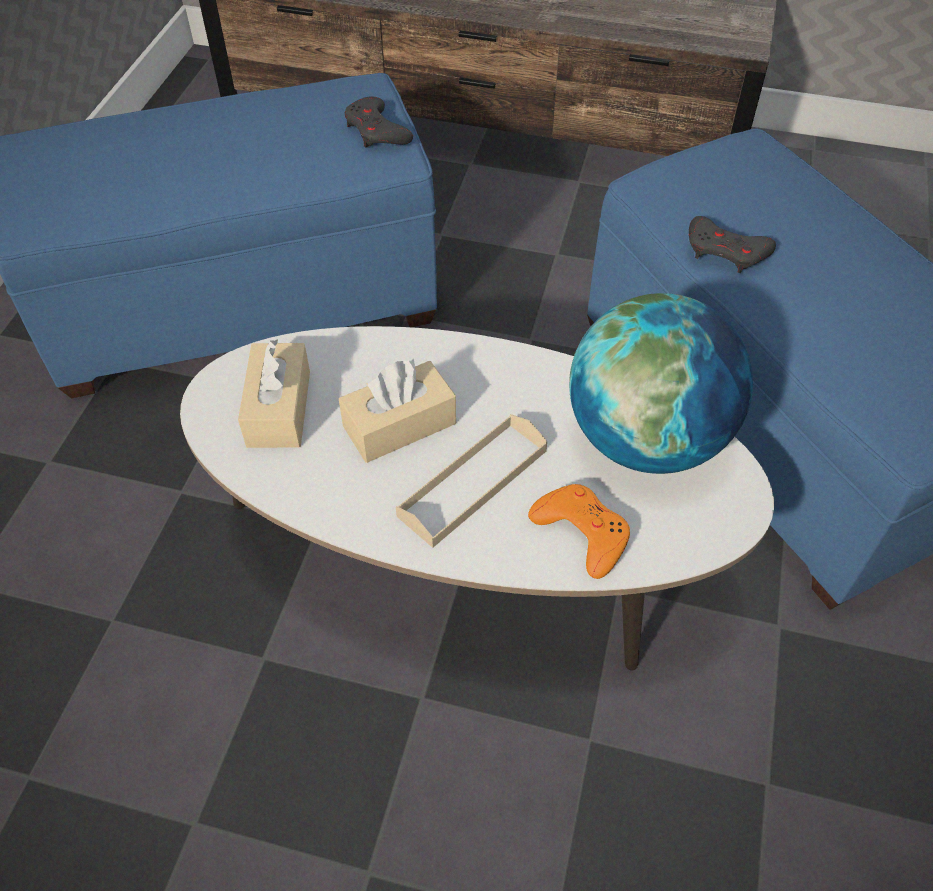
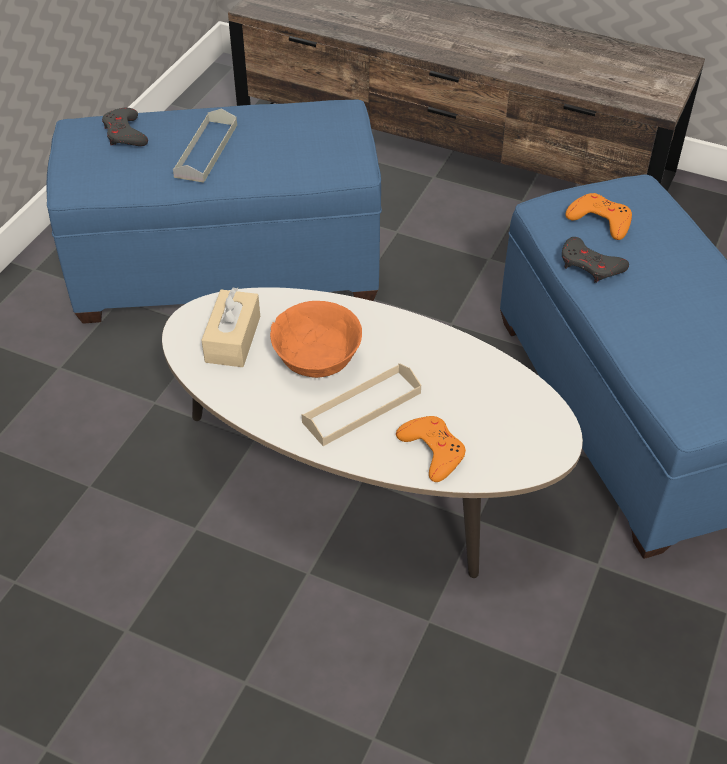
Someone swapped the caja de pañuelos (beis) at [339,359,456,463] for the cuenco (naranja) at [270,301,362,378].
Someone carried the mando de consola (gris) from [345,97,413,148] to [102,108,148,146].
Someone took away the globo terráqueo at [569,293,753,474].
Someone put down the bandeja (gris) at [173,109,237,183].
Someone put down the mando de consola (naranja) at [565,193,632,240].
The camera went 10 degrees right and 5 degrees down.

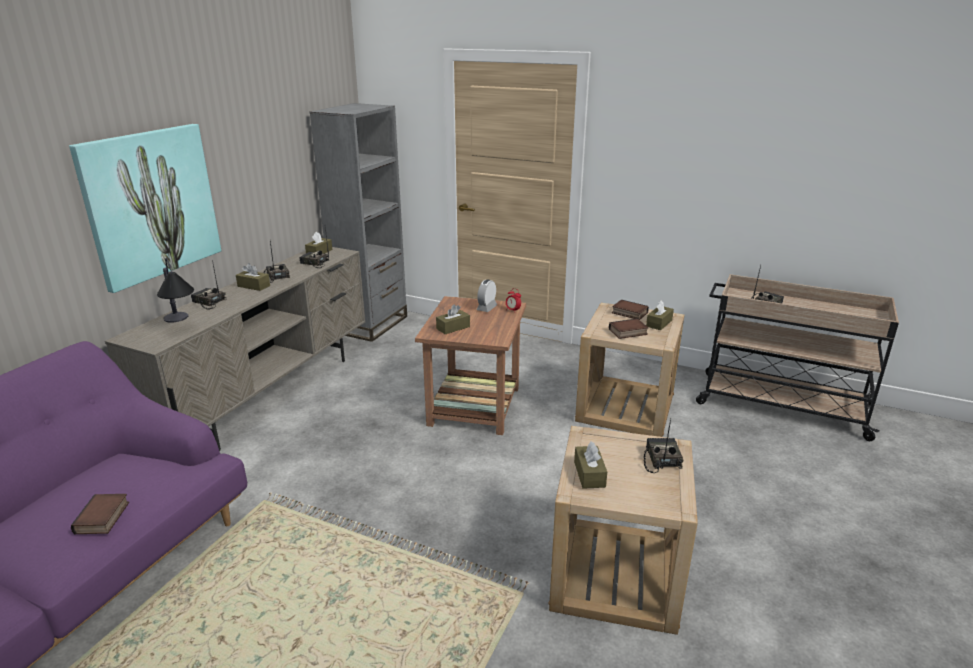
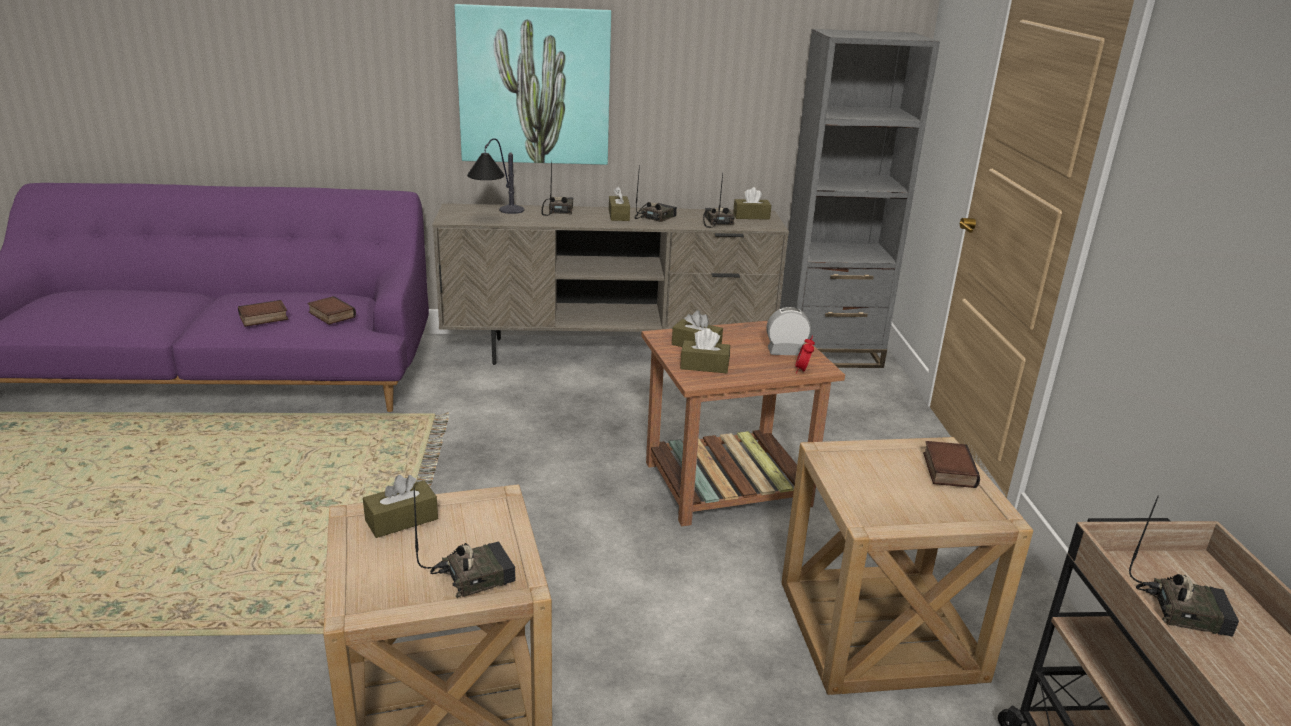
Someone carried the libro from [609,319,649,339] to [307,296,356,325].
Someone carried the caja de pañuelos (marrón) from [646,300,674,330] to [680,328,730,373].
The camera went 60 degrees right and 0 degrees up.

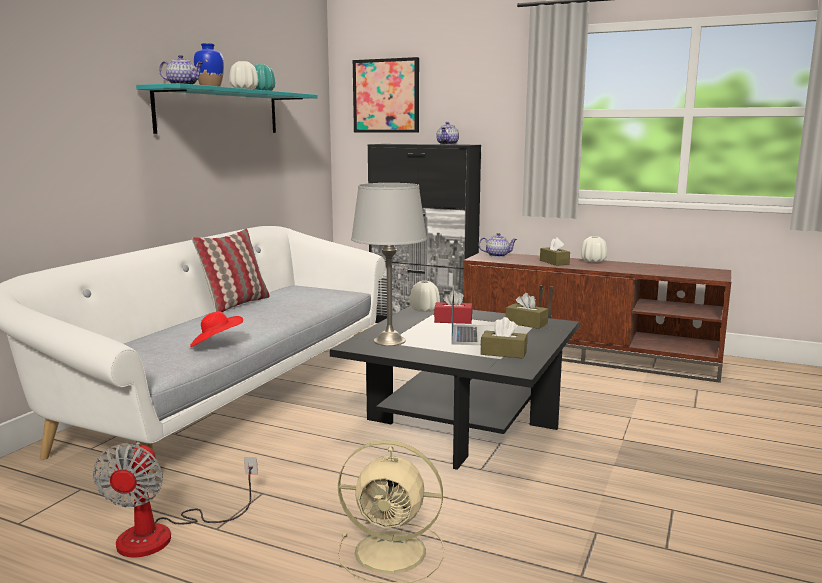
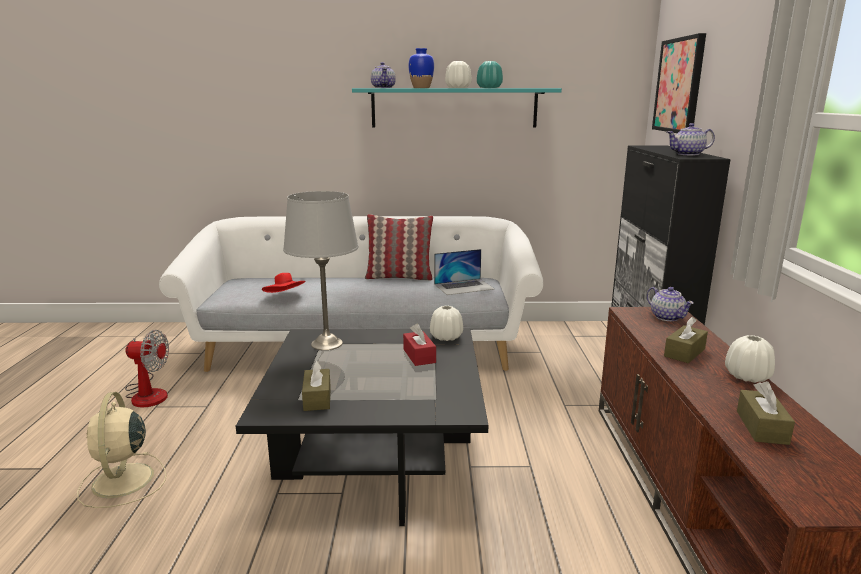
Someone rotated the ventilador at [93,442,258,558] by 150 degrees counterclockwise.
Someone carried the portátil from [451,286,495,345] to [434,249,495,295].
Someone carried the caja de pañuelos (marrón) from [506,293,548,329] to [737,381,795,445].
The camera went 65 degrees right and 5 degrees up.

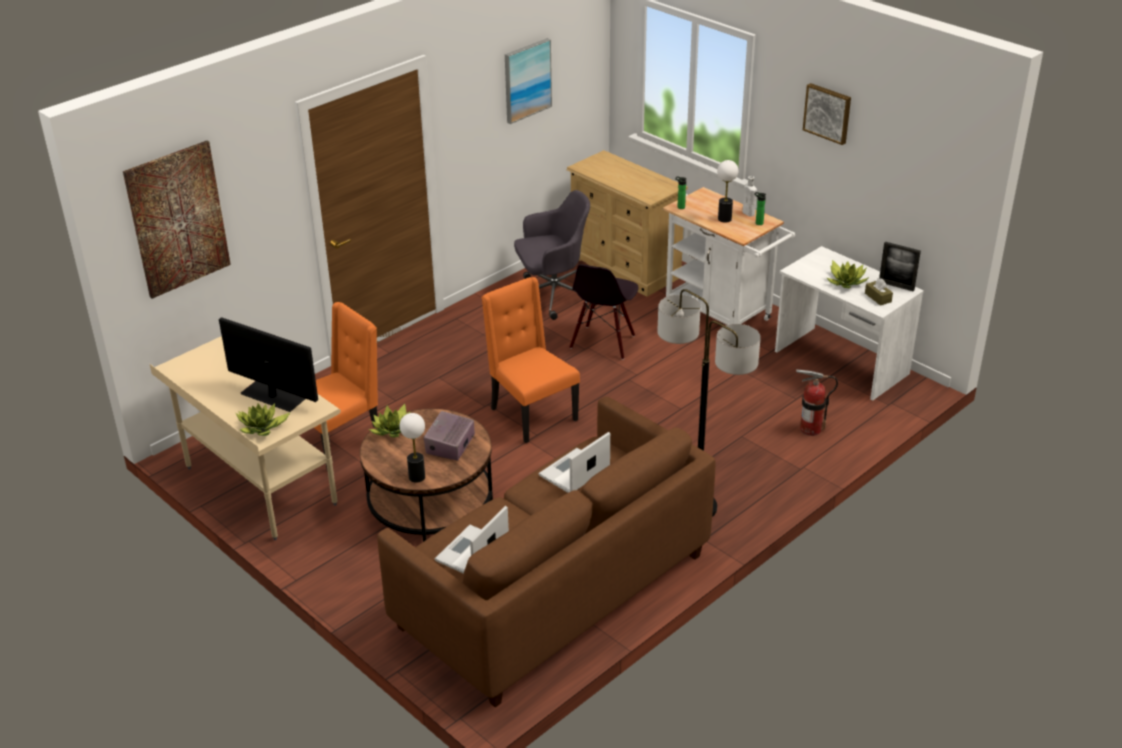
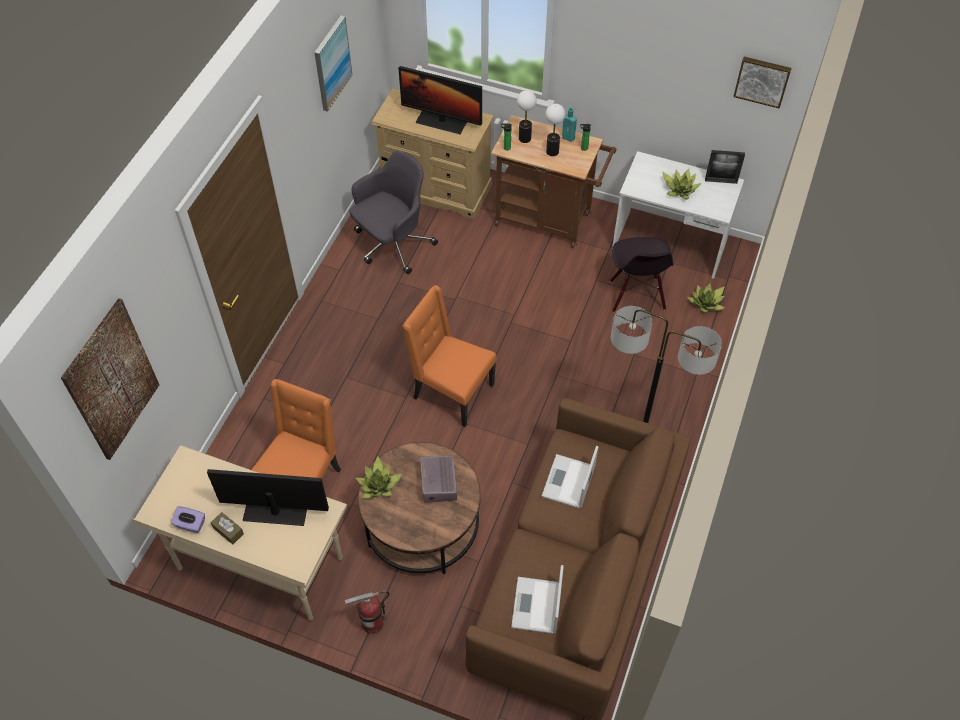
Someone carried the planta en maceta from [236,403,291,436] to [688,283,725,313].
Someone carried the lámpara de mesa from [400,413,425,483] to [517,90,537,143].
Someone carried the silla (negro) from [570,264,638,360] to [610,237,673,312].
Someone repainted the carrito (blanco) at [663,187,795,325], which became the carrito (marrón) at [491,115,617,248].
Someone repainted the botella (blanco) at [743,176,757,216], which became the botella (turquesa) at [562,108,577,142].
Someone carried the extintor from [796,369,838,436] to [345,590,390,634].
Someone carried the cuadro from [803,83,851,145] to [733,57,792,109].
Someone carried the caja de pañuelos (marrón) from [865,278,893,306] to [211,512,244,545].
Someone put down the caja de pañuelos (morado) at [171,506,205,533].
Someone put down the monitor at [399,66,482,134].
The camera went 25 degrees left and 20 degrees up.

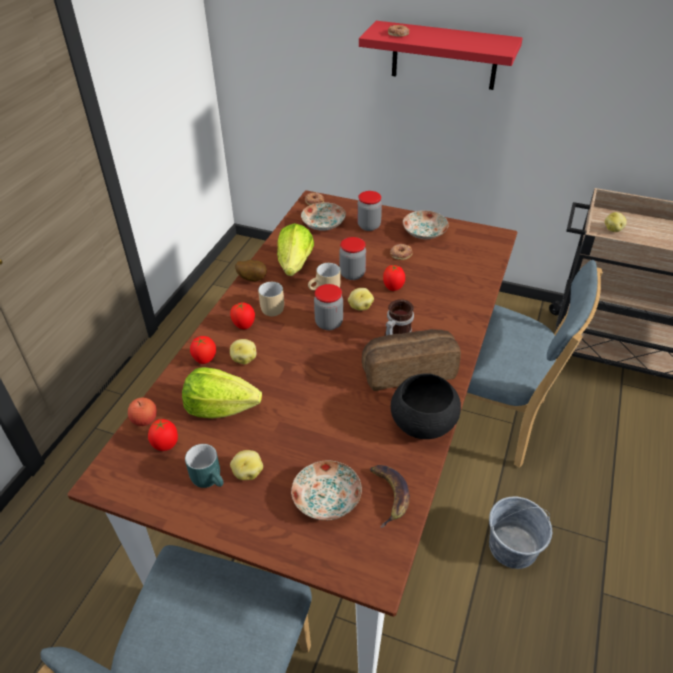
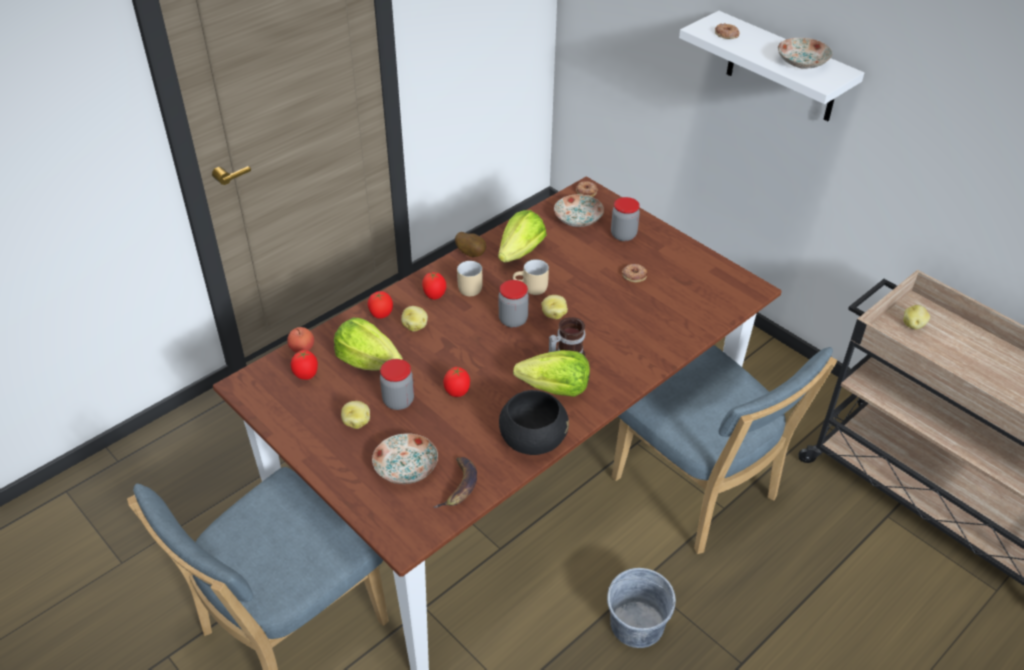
Someone took away the taza grande (turquesa) at [185,444,224,488].
Someone carried the tarro from [339,237,366,280] to [380,359,414,410].
Someone repainted the estante (rojo) at [359,21,523,90], which became the estante (blanco) at [679,11,864,121].
Someone swapped the pan at [362,329,461,391] for the lechuga at [513,350,590,397].
Someone carried the tomate from [383,264,405,291] to [443,367,470,397].
Someone carried the plato from [403,210,449,239] to [778,38,832,69].
The camera went 25 degrees right and 0 degrees up.

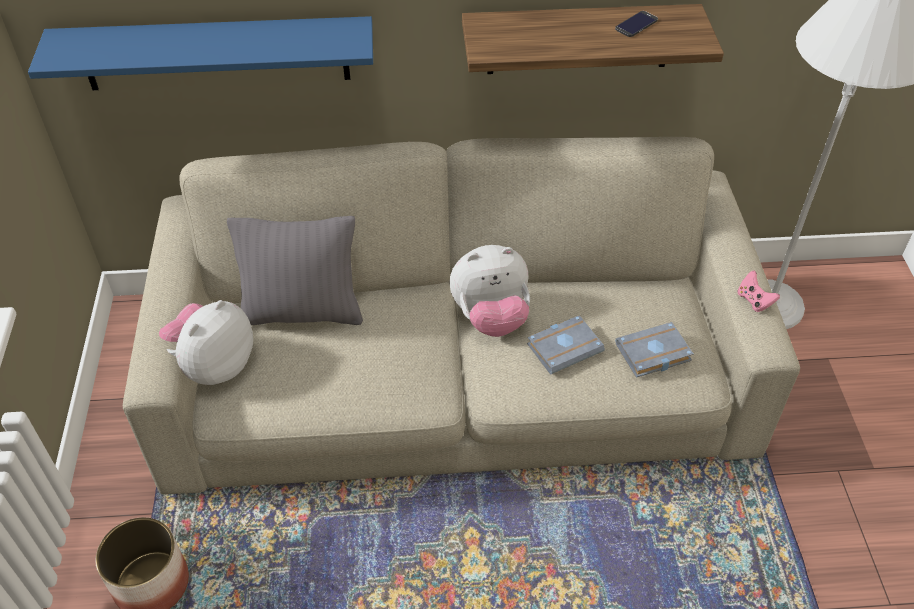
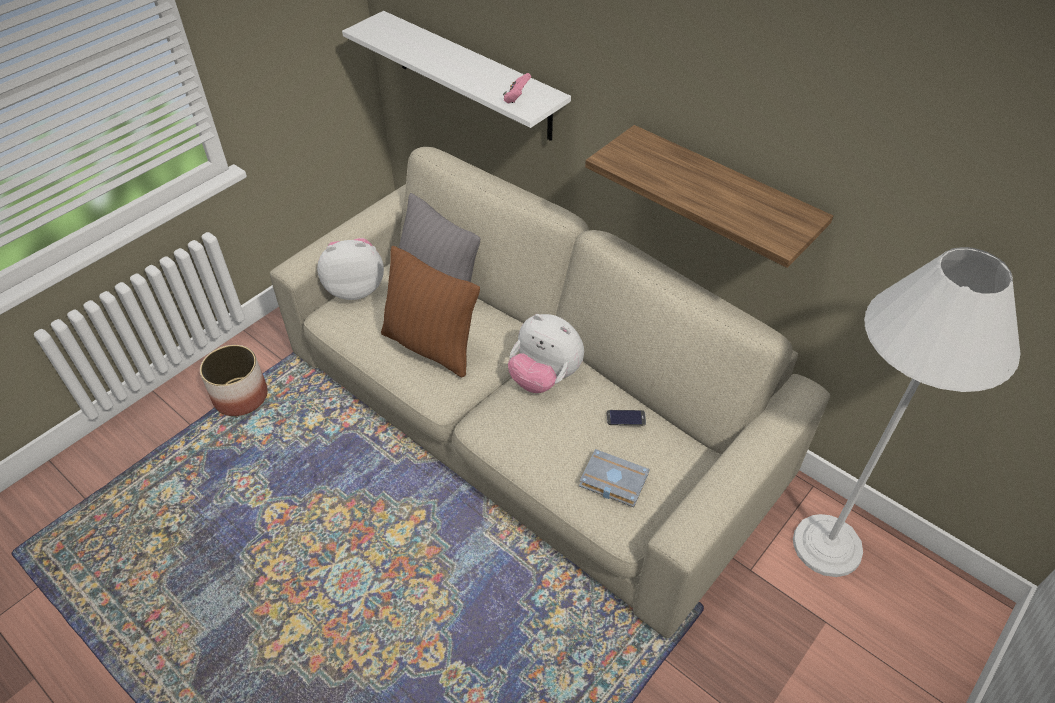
Someone repainted the estante (azul) at [28,16,373,90], which became the estante (blanco) at [342,11,571,141].
Someone took away the libro (gris) at [527,315,605,375].
Someone carried the móvil from [615,11,658,37] to [607,410,646,426].
Someone carried the mando de consola (rosa) from [737,271,780,312] to [503,73,531,103].
Someone put down the cojín (marrón) at [381,246,480,377].
The camera went 45 degrees right and 0 degrees up.

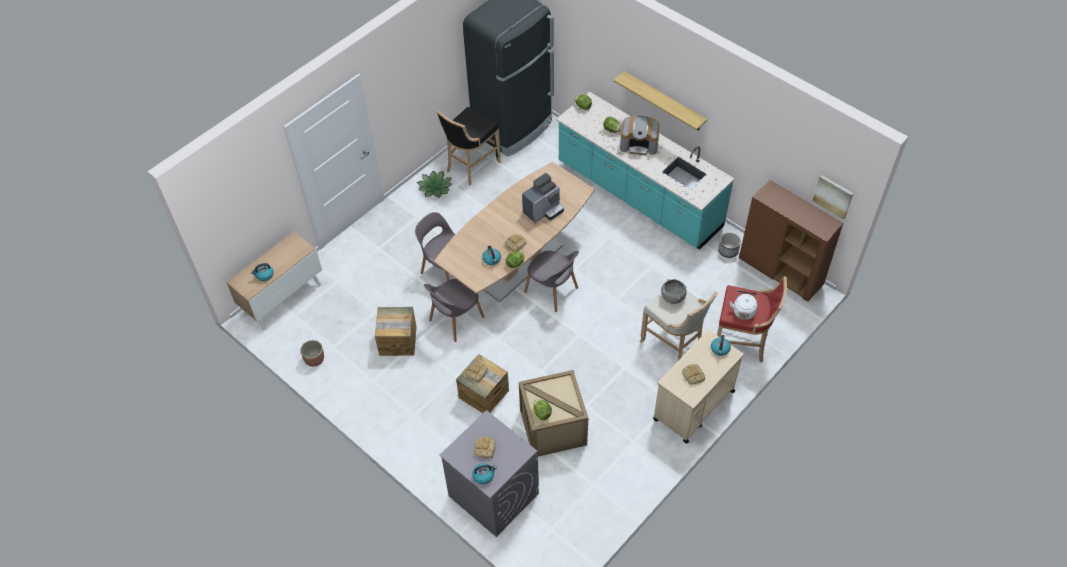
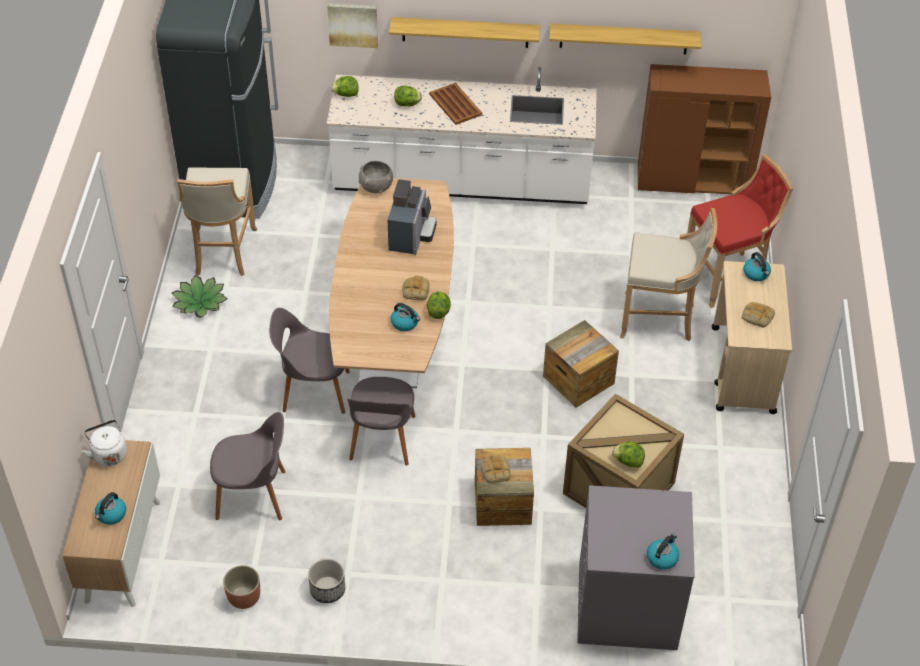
Someone carried the caja de embalaje from [375,307,417,356] to [543,320,619,408].
Someone repainted the taburete (negro) at [437,107,501,185], which became the taburete (beis) at [177,167,257,276].
Someone took away the pan at [474,437,496,459].
Someone carried the silla (gris) from [524,251,579,312] to [210,412,286,520].
Someone repainted the mueble bajo de cocina (turquesa) at [556,92,735,249], which became the mueble bajo de cocina (blanco) at [327,67,597,204].
Someone swapped the cafetera at [620,116,659,155] for the bandeja (marrón) at [429,83,482,125].
Someone carried the cuenco (gris) from [661,279,687,304] to [358,161,393,193].
Someone carried the maceta from [718,232,741,258] to [308,559,345,603].
Someone carried the hervidor (blanco) from [730,291,758,320] to [82,420,127,466].
Someone carried the cuadro from [812,175,853,220] to [327,4,378,48].
Someone put up the estante at [549,24,701,54].
The camera went 40 degrees left and 5 degrees down.

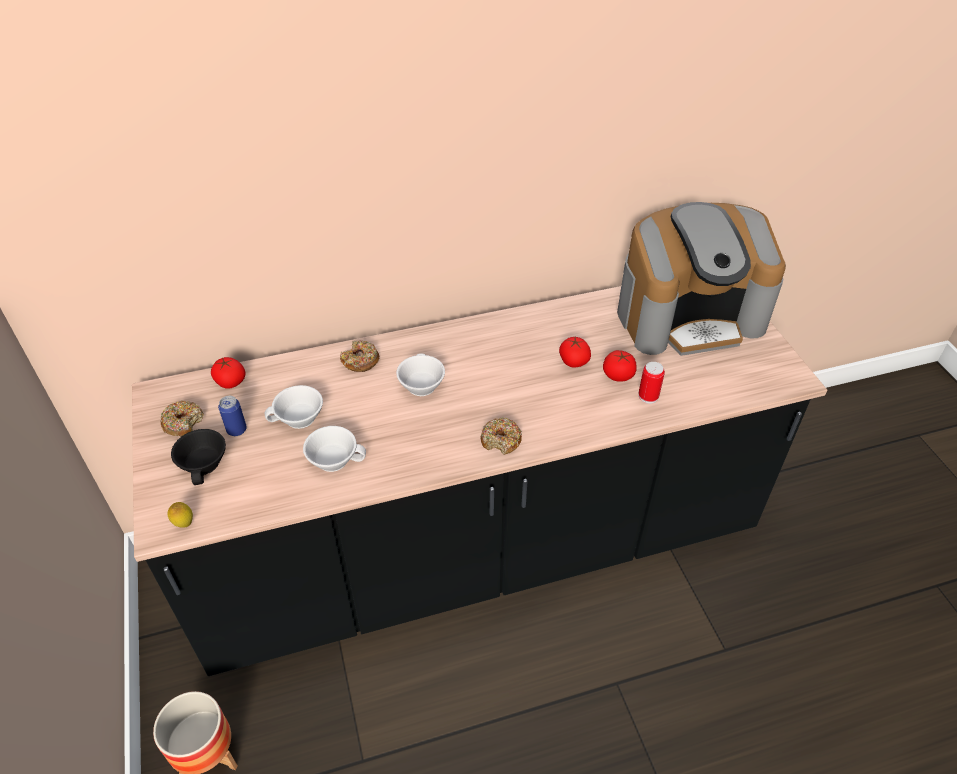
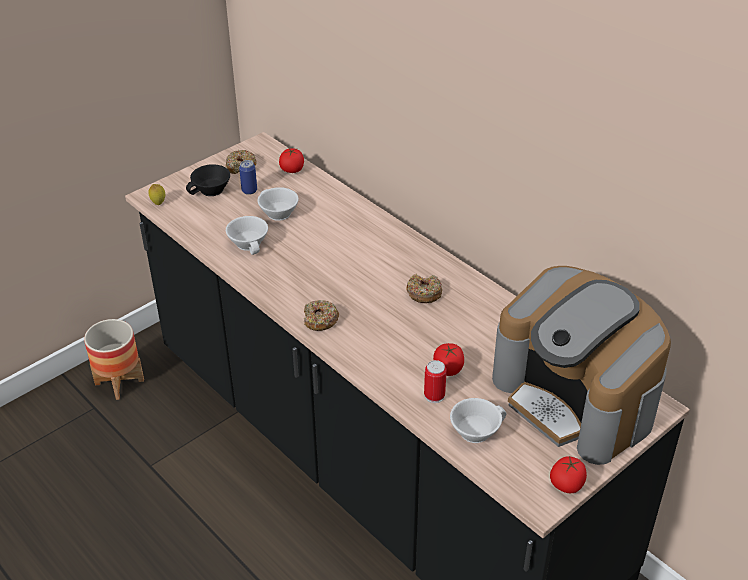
Someone carried the rosquilla from [340,340,380,372] to [406,274,442,303].
Someone carried the taza (blanco) from [396,354,445,396] to [450,398,506,443].
Someone carried the tomate from [559,337,591,368] to [550,456,587,493].
The camera went 65 degrees right and 5 degrees down.

